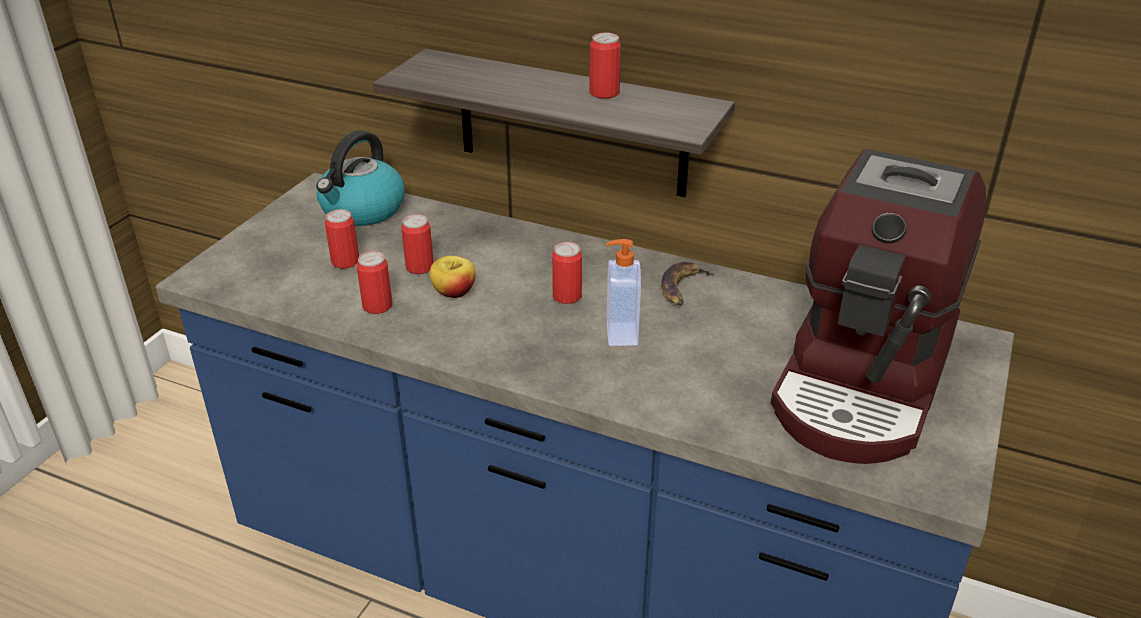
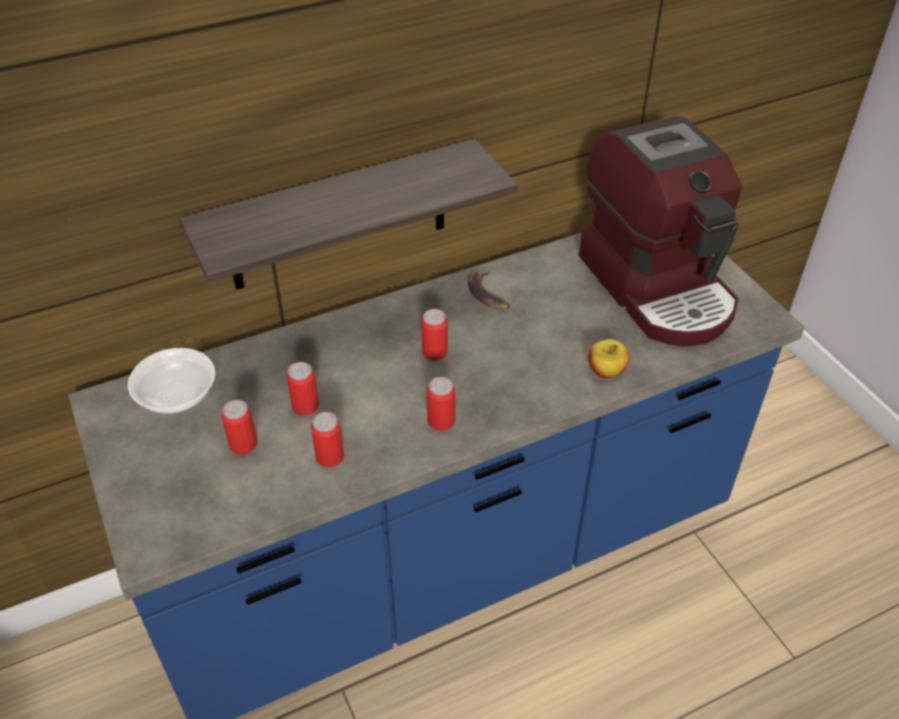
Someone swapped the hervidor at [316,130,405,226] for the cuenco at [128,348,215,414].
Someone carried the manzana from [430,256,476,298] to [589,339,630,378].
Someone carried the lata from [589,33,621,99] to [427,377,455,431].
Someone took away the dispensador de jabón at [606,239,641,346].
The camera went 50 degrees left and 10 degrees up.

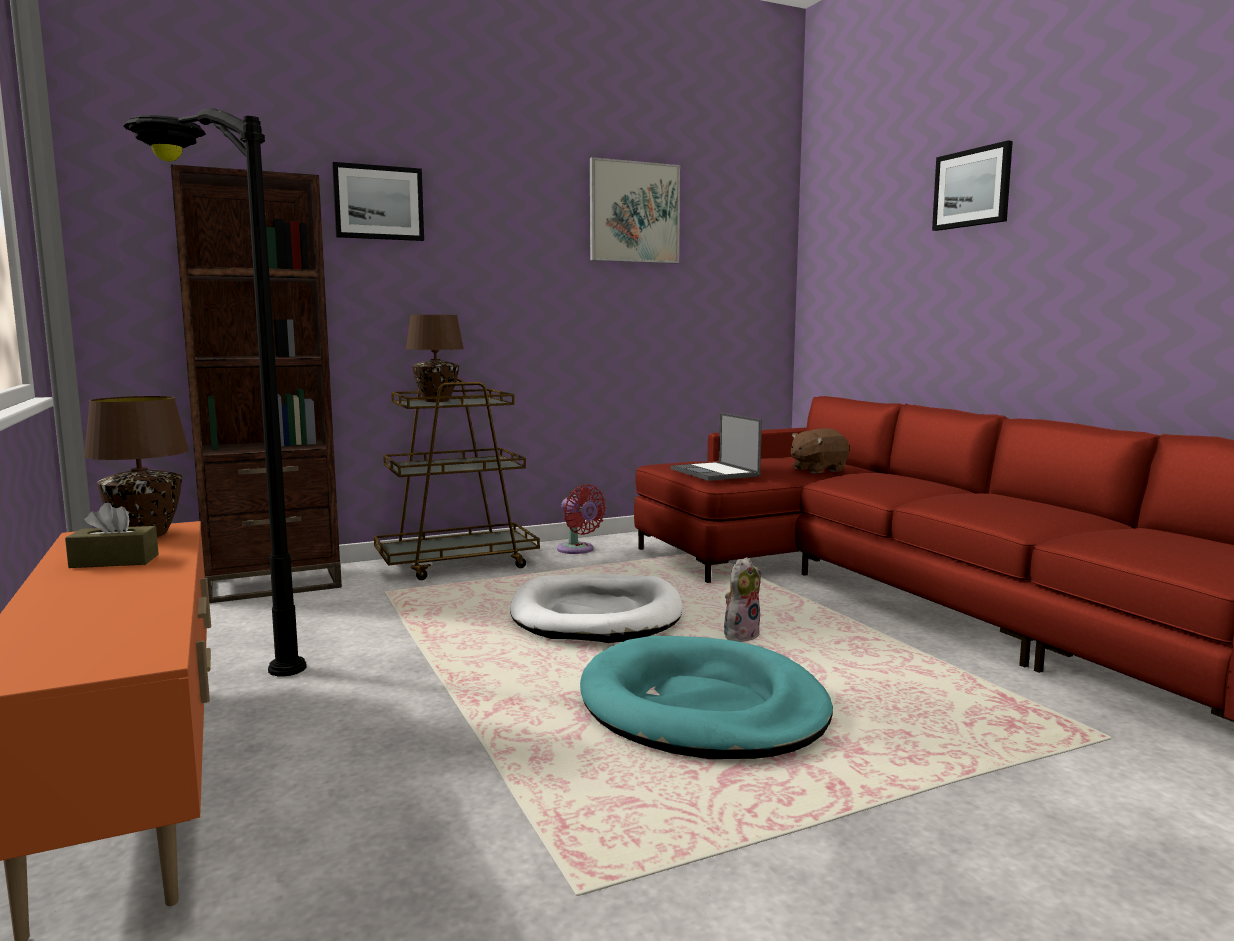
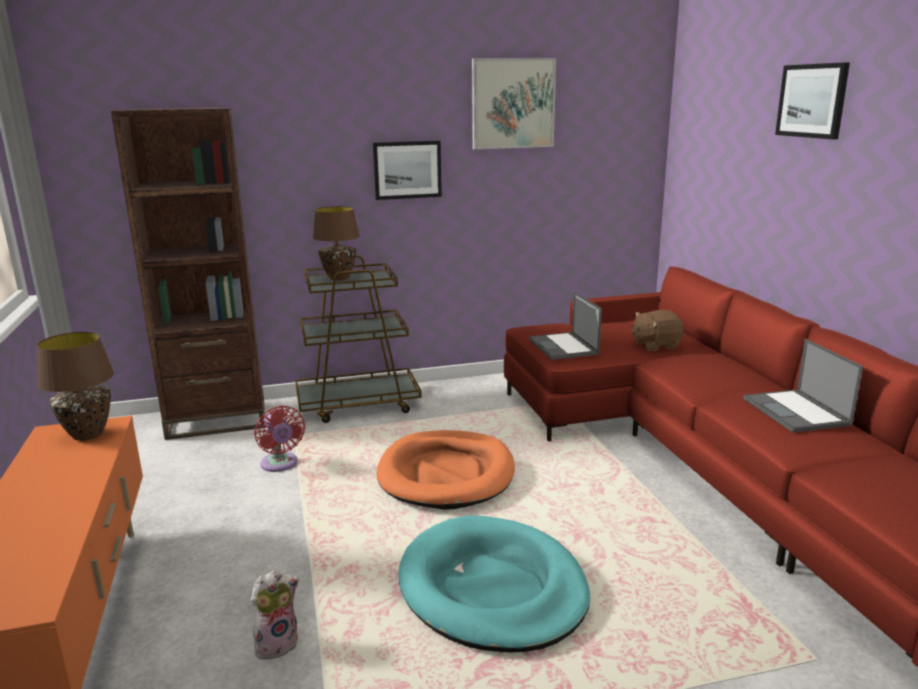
Someone took away the caja de pañuelos (marrón) at [65,503,159,568].
Someone took away the lámpara de pie (negro) at [123,108,306,677].
Someone carried the cuadro from [332,162,424,241] to [373,141,442,200].
Someone repainted the cama para perro (blanco) at [510,574,683,643], which became the cama para perro (naranja) at [377,430,515,510].
Someone carried the ventilador (rojo) from [557,484,606,554] to [254,406,305,472].
Someone carried the peluche from [724,557,761,642] to [251,571,299,659].
Someone put down the portátil at [743,339,863,433].
The camera went 10 degrees right and 10 degrees up.

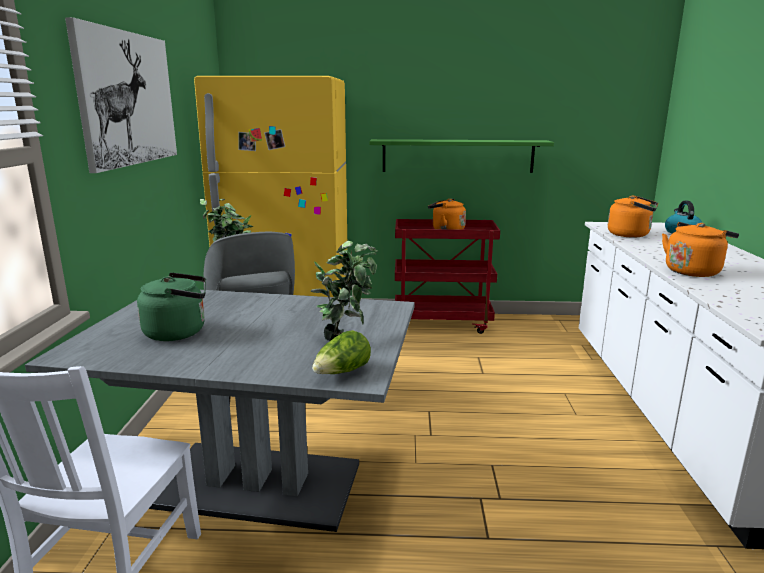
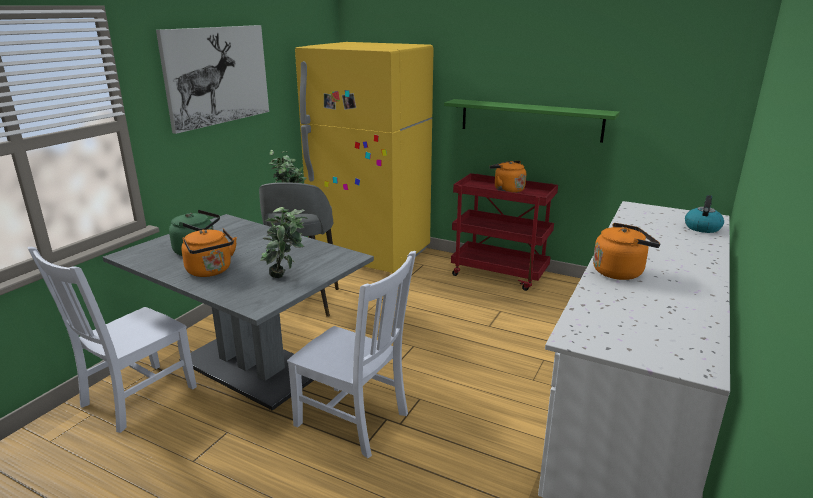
Someone took away the lechuga at [312,330,371,374].
Someone carried the hervidor (naranja) from [608,196,658,238] to [181,229,237,277].
Someone put down the silla (blanco) at [287,251,416,458].
The camera went 25 degrees right and 5 degrees up.

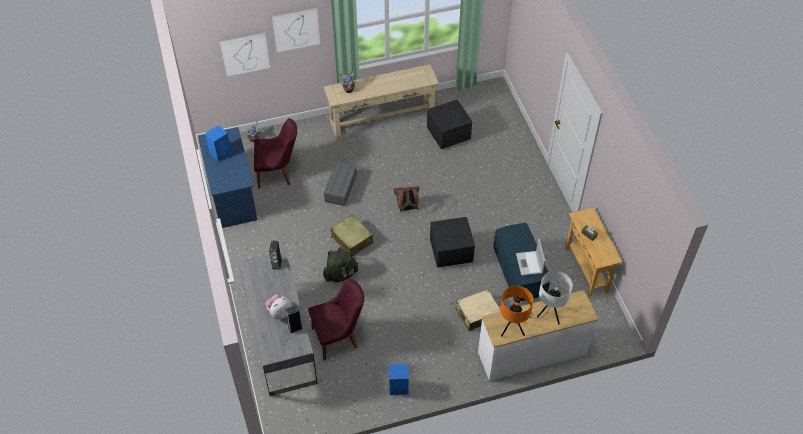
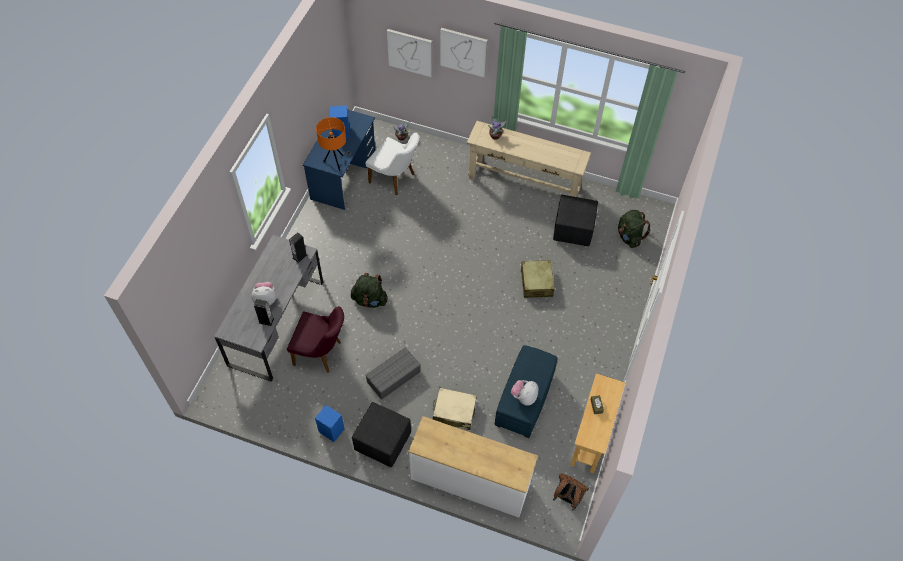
Someone repainted the silla (morado) at [254,118,297,188], which became the silla (blanco) at [365,133,419,195].
Someone carried the caja de almacenaje (gris) from [324,161,357,206] to [365,347,421,400].
Someone carried the maleta (beis) from [330,215,373,256] to [521,260,555,298].
Someone carried the mochila (marrón) from [394,186,419,212] to [553,473,589,511].
Someone carried the puf (negro) from [430,217,475,267] to [352,402,411,467].
Someone carried the lámpara de mesa (naranja) from [500,286,534,337] to [316,117,351,171].
Someone swapped the portátil at [516,239,545,276] for the peluche at [511,380,538,406].
Someone took away the lámpara de mesa (blanco) at [529,271,573,324].
Someone put down the mochila (verde) at [618,210,651,248].
The camera went 35 degrees right and 5 degrees up.

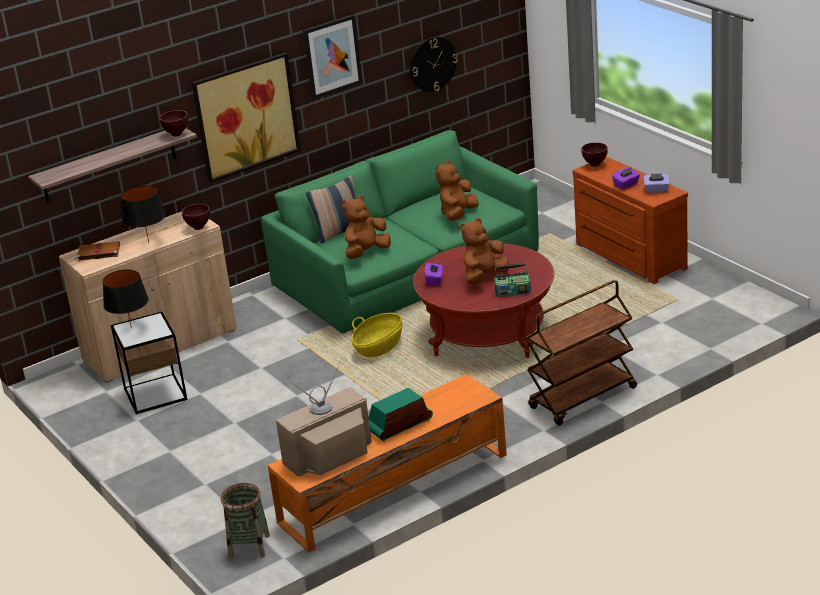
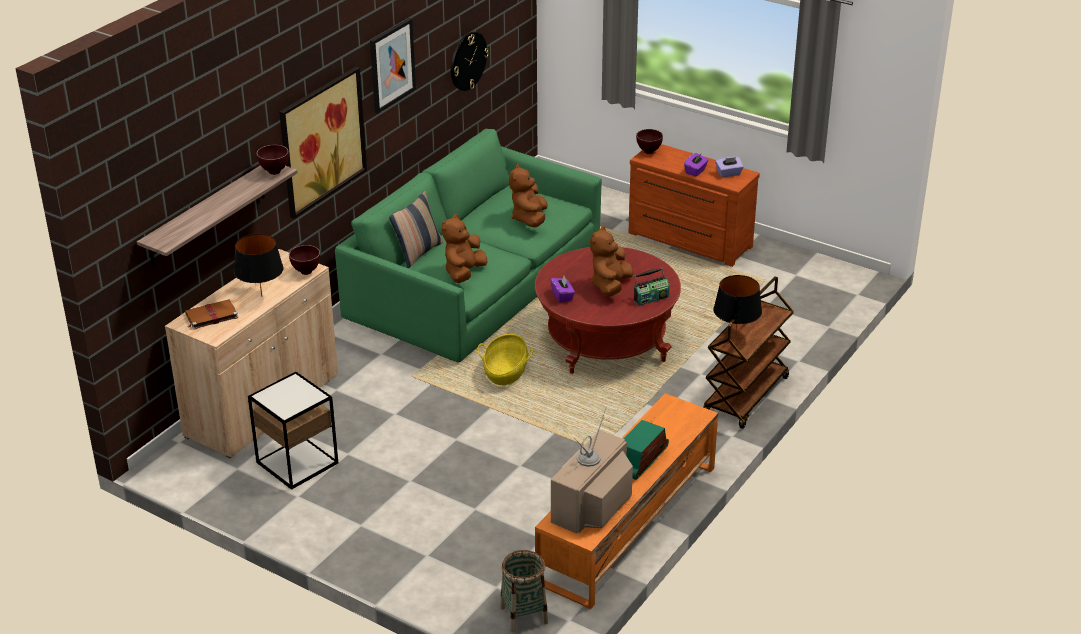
Someone carried the lámpara de mesa (negro) from [103,269,149,328] to [713,275,762,337].
The camera went 25 degrees left and 5 degrees up.

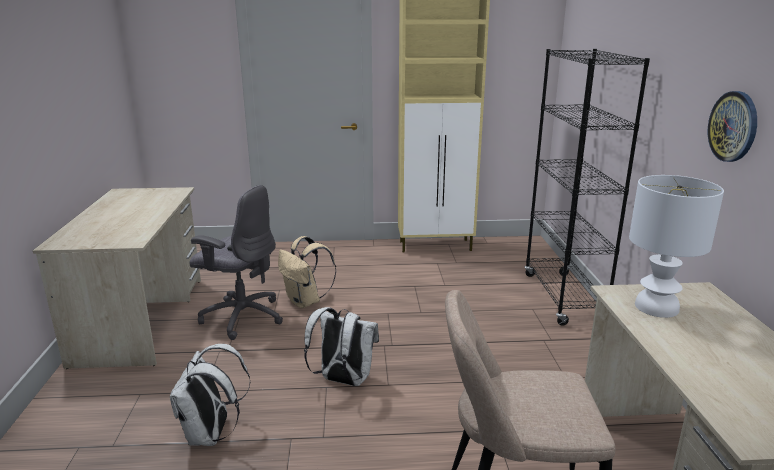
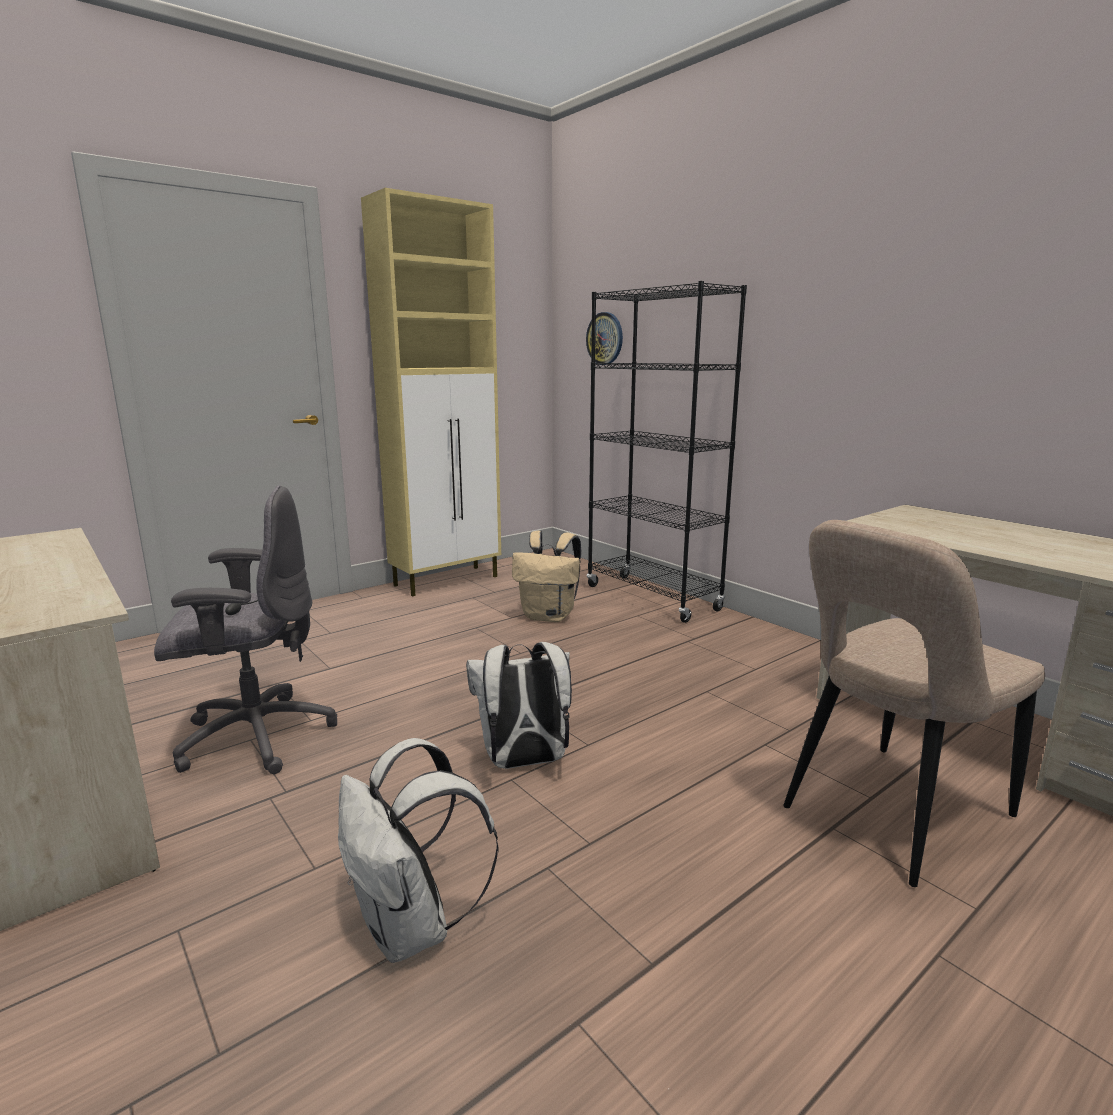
Someone carried the mochila (beis) from [278,236,336,308] to [512,531,581,622].
Someone took away the lámpara de mesa (blanco) at [629,175,724,318].
Someone carried the reloj de pared from [708,91,757,162] to [586,312,623,365].
The camera went 35 degrees left and 5 degrees down.

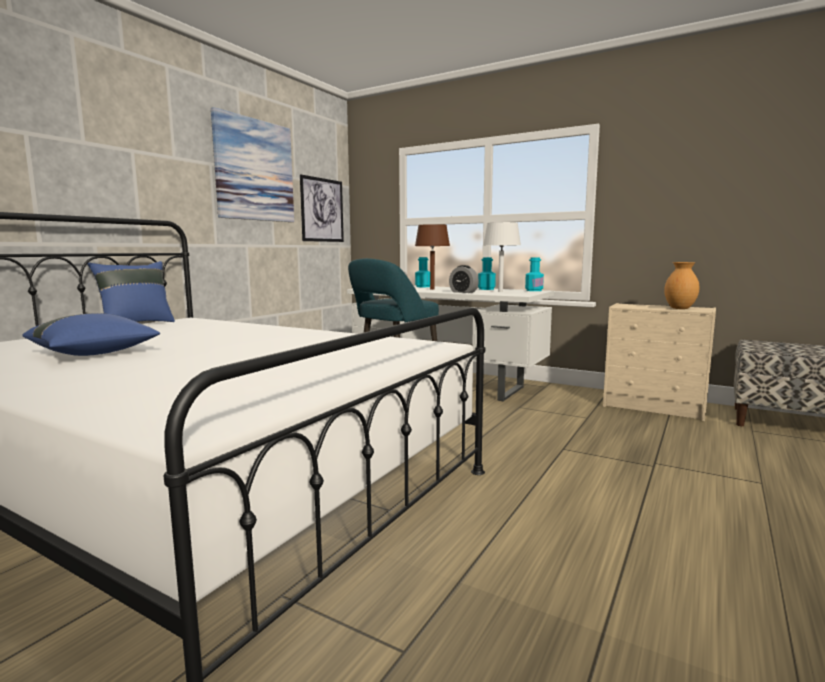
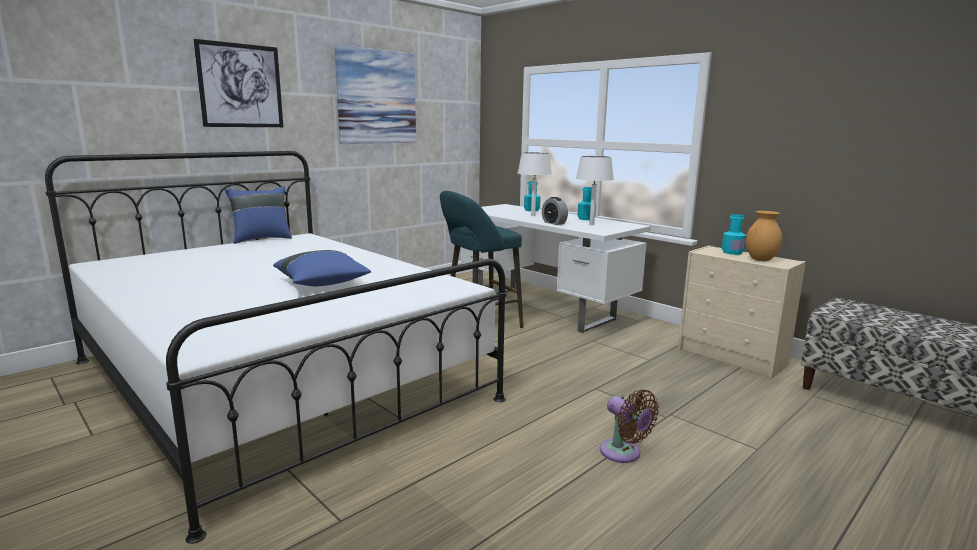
Someone carried the cojín (azul) from [22,313,160,356] to [273,250,371,286].
Someone carried the cuadro from [300,174,344,242] to [193,39,283,127].
Someone repainted the lámpara de mesa (marrón) at [415,224,450,290], which became the lámpara de mesa (blanco) at [518,152,552,216].
Someone carried the botella (turquesa) from [525,257,544,291] to [722,214,746,255].
Someone put down the ventilador (marrón) at [600,389,659,463].
The camera went 15 degrees right and 5 degrees up.

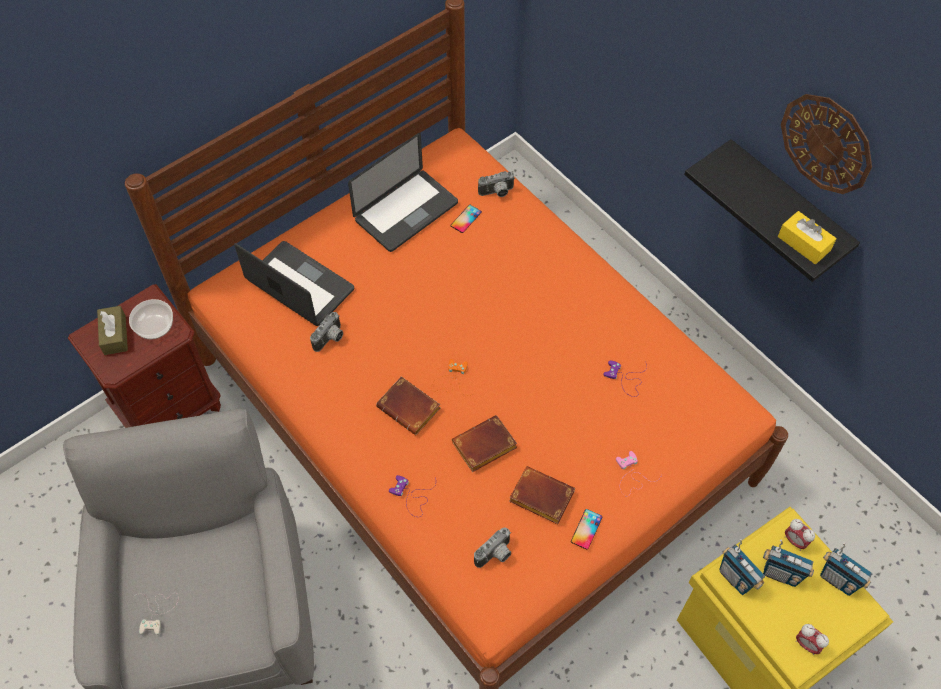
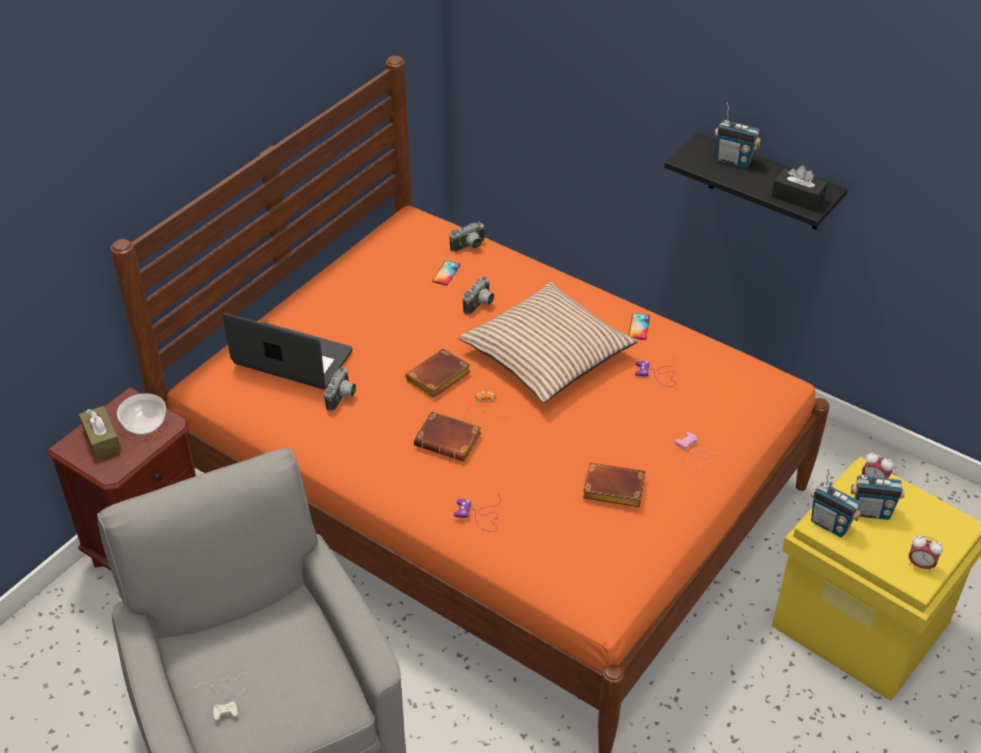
Someone took away the portátil at [348,133,458,252].
Someone carried the libro (marrón) from [452,415,517,472] to [405,349,471,398].
Someone carried the cámara from [474,527,511,568] to [463,277,494,315].
Someone carried the móvil from [571,509,602,550] to [629,313,650,340].
Someone repainted the caja de pañuelos (amarillo) at [778,211,836,264], which became the caja de pañuelos (negro) at [772,166,827,211].
Someone took away the reloj de pared at [781,94,872,194].
Someone carried the radio from [820,542,872,596] to [715,103,761,168].
Someone put down the cojín at [459,282,638,403].
The camera went 15 degrees left and 15 degrees down.

